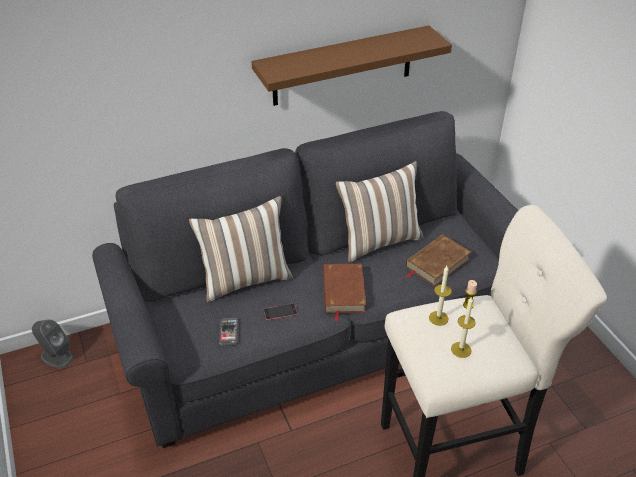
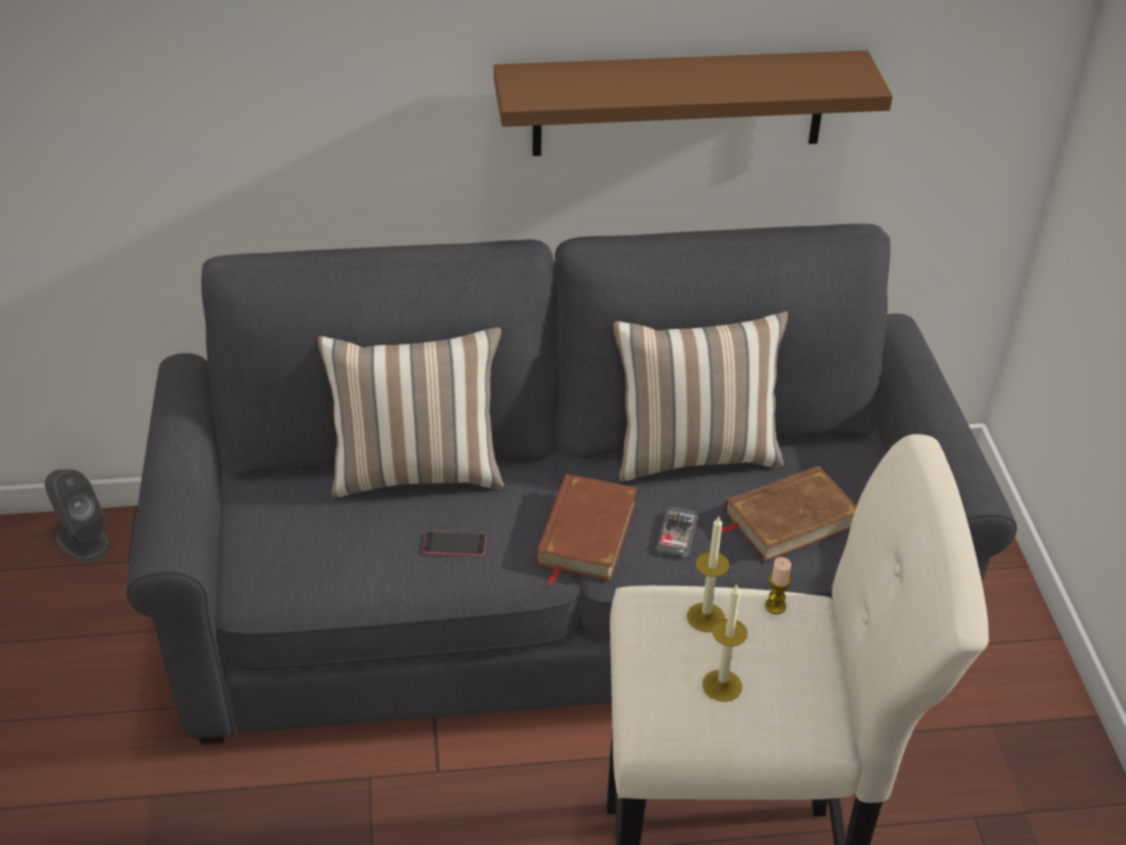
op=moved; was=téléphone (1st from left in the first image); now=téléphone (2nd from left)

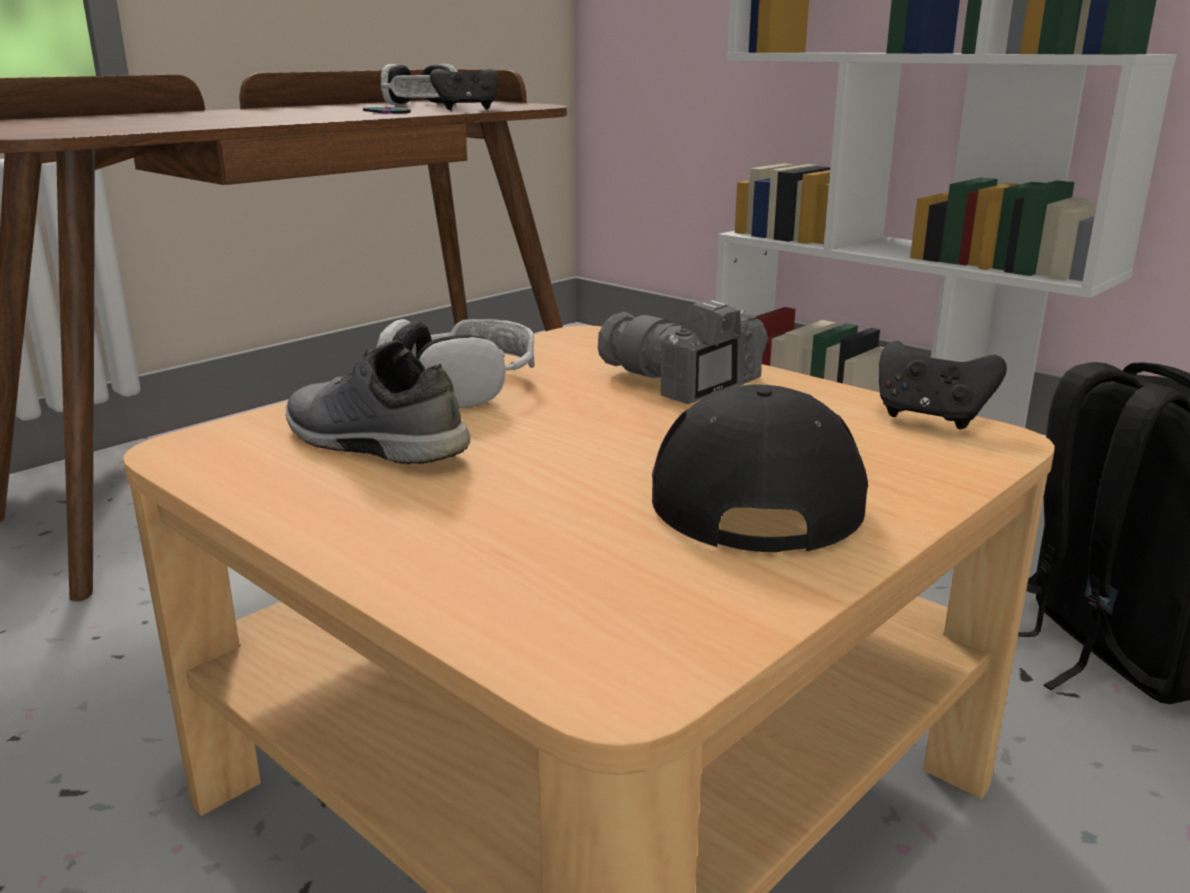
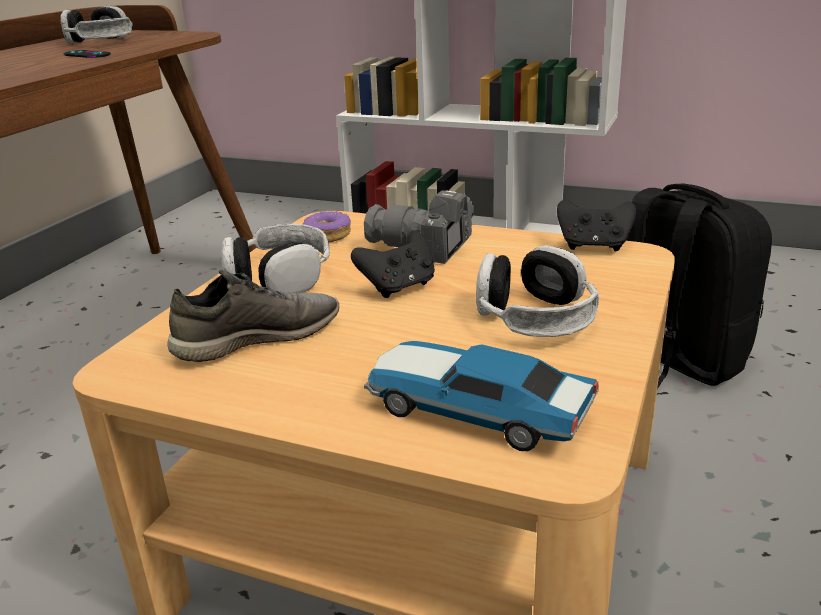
op=added; now=beignet
op=added; now=petite voiture
op=moved; was=manette/noir (2nd from left)
op=replaced; was=casquette/noir; now=casque audio (3rd from left)
op=turned; was=chaussure/gris; clockwise=135

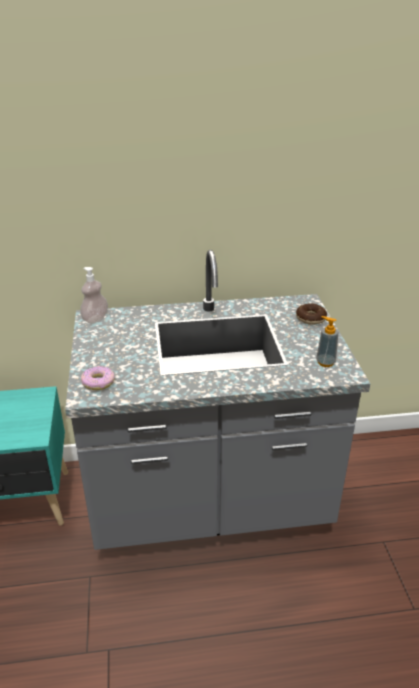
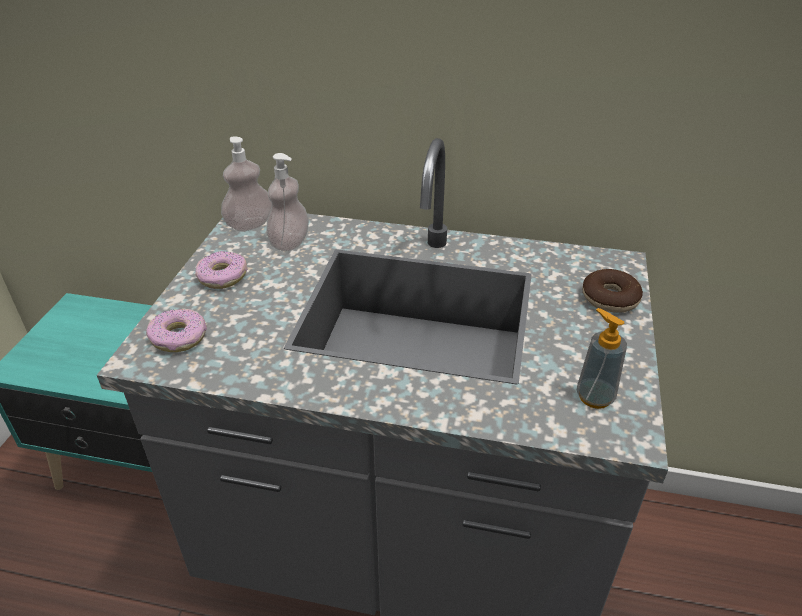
op=added; now=beignet (2nd from left)
op=added; now=distributeur de savon (2nd from left)

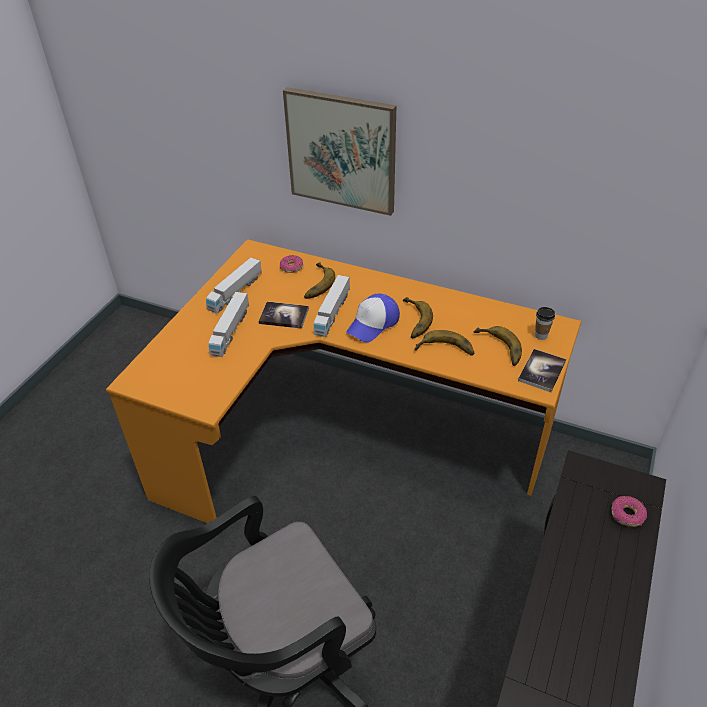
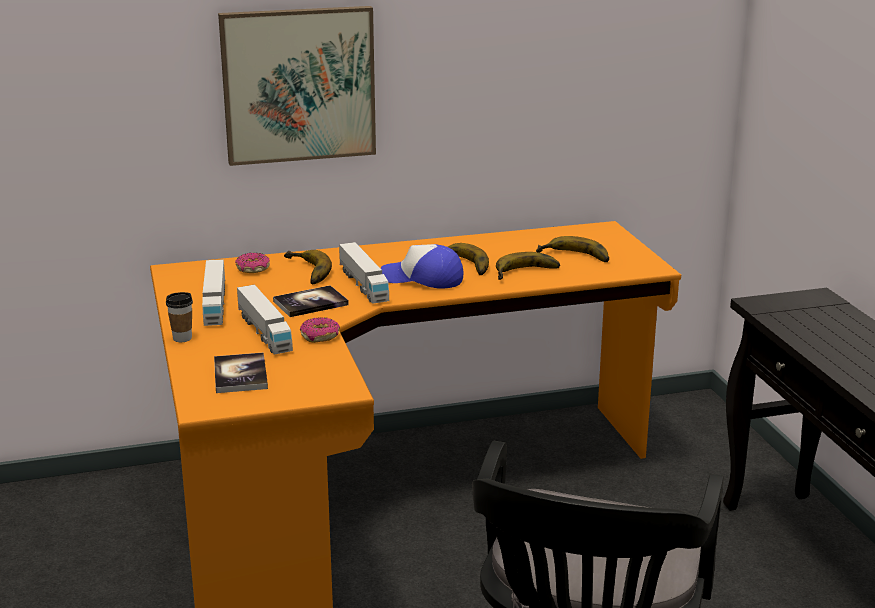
op=moved; was=livre (2nd from left in the first image); now=livre (1st from left)
op=moved; was=tasse
op=moved; was=beignet (2nd from left)
op=turned; was=casquette; clockwise=105

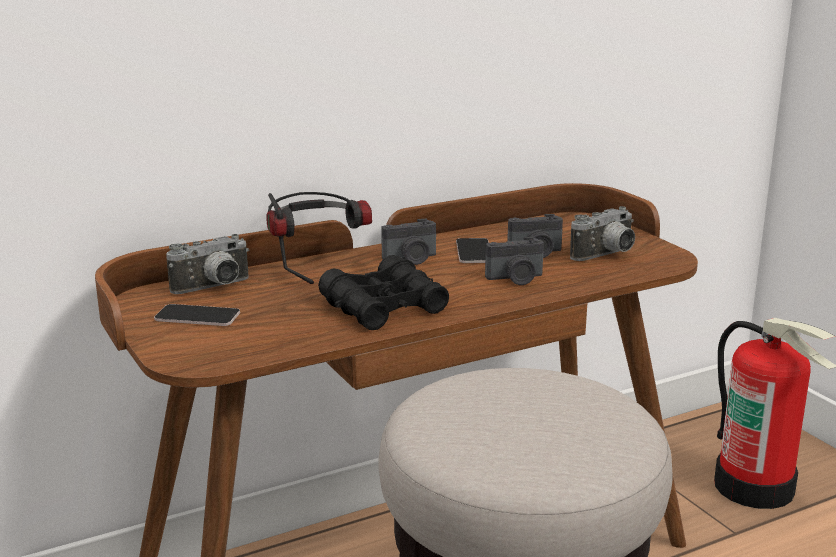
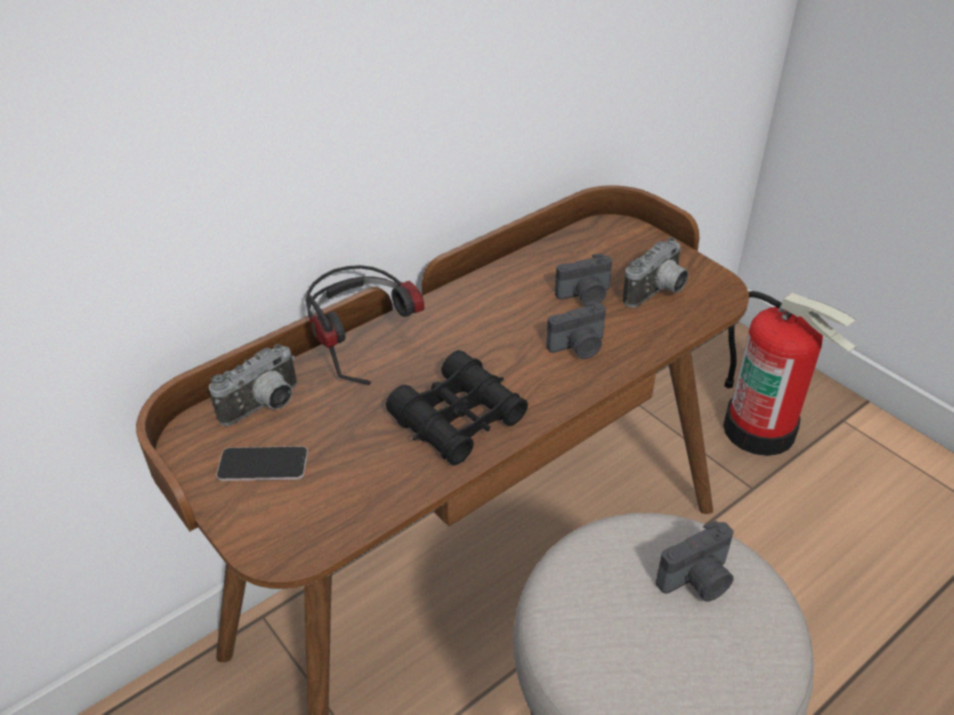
op=removed; was=téléphone (2nd from left)
op=moved; was=appareil photo (2nd from left in the first image); now=appareil photo (5th from left)

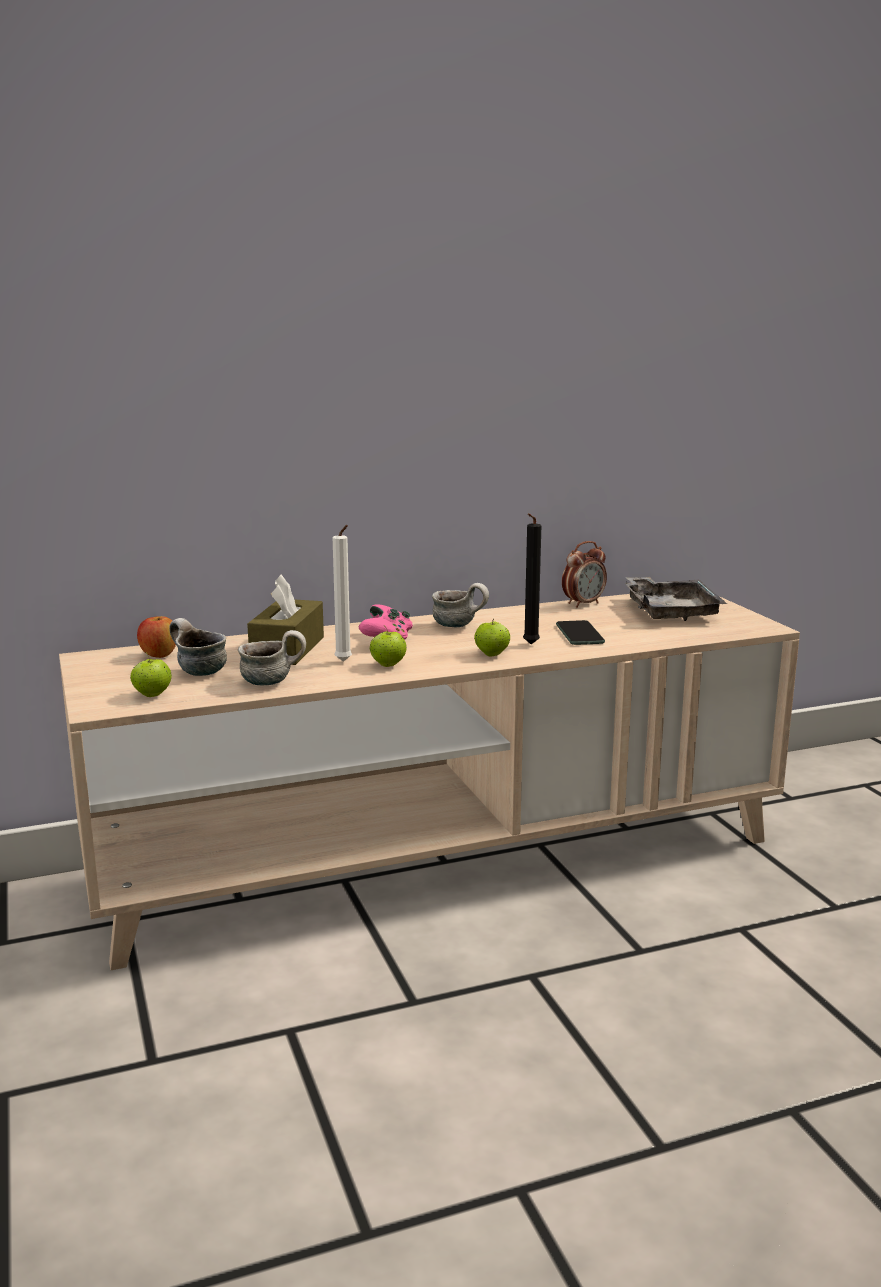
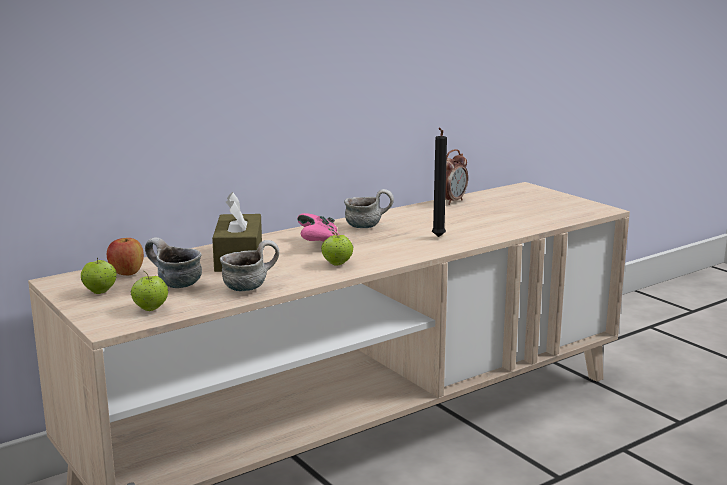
op=removed; was=bougie/blanc
op=removed; was=téléphone
op=removed; was=plateau/gris
op=moved; was=pomme (4th from left in the first image); now=pomme (1st from left)

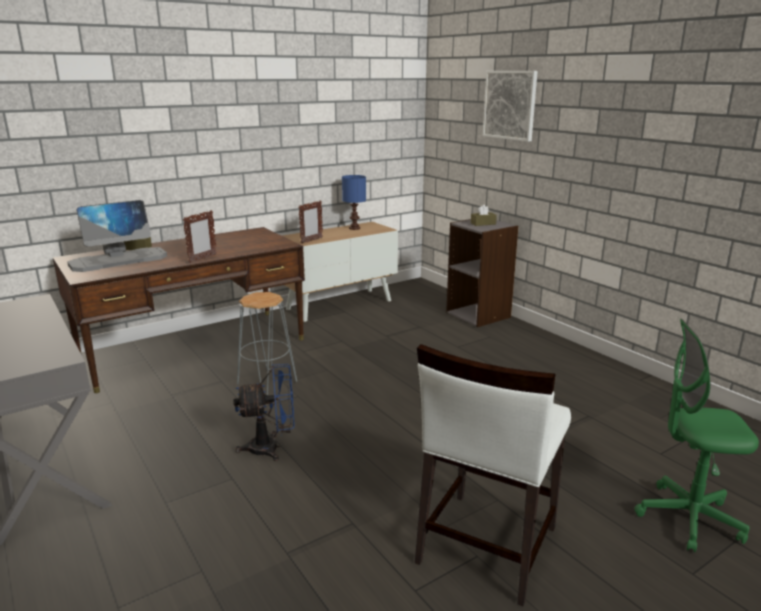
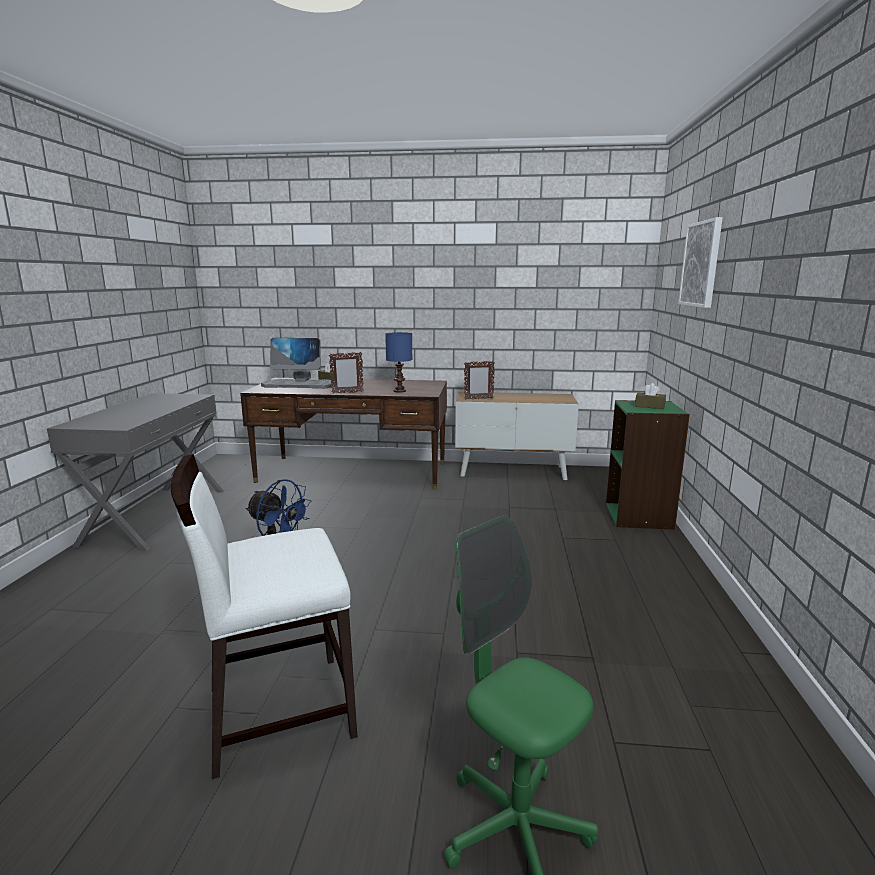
op=removed; was=tabouret/gris
op=moved; was=lampe de table/bleu
op=recoloured; was=bibliothèque/gris; now=bibliothèque/vert

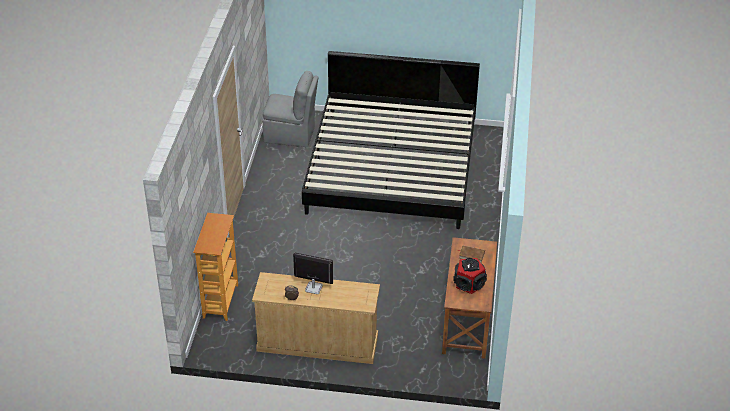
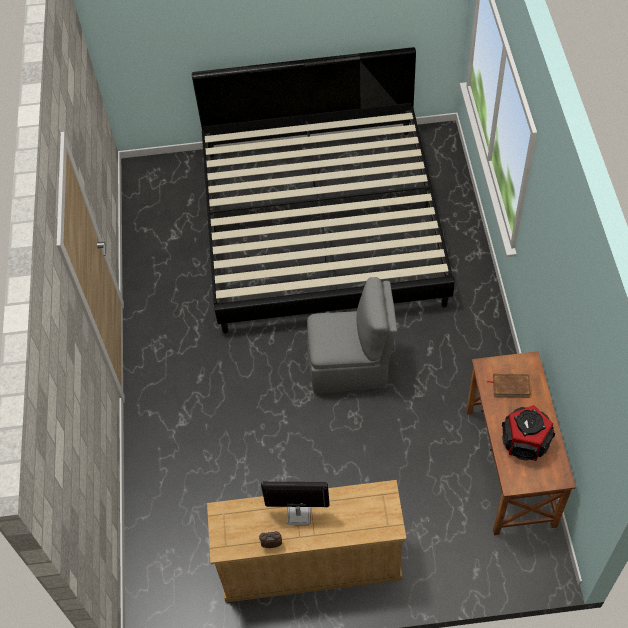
op=removed; was=bibliothèque
op=moved; was=chaise/gris

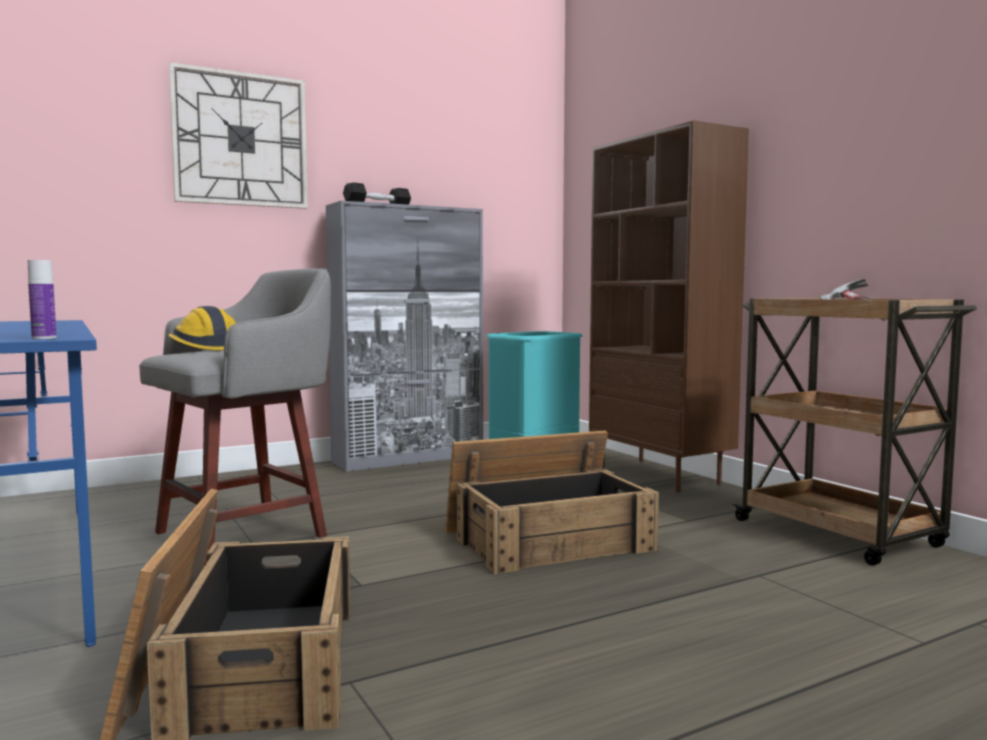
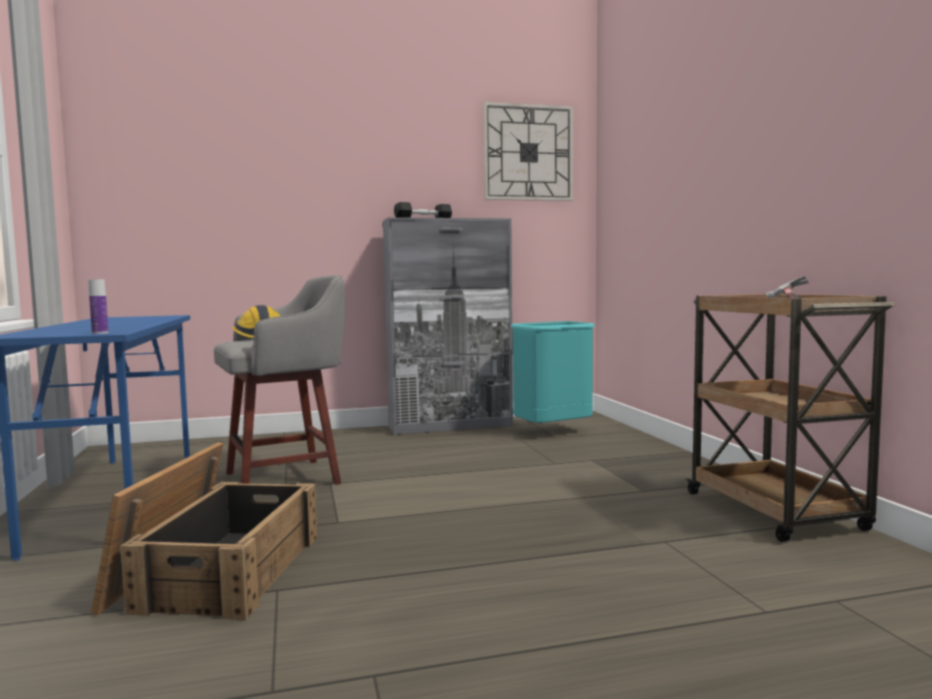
op=removed; was=caisse (2nd from left)
op=removed; was=bibliothèque/marron
op=moved; was=horloge murale

